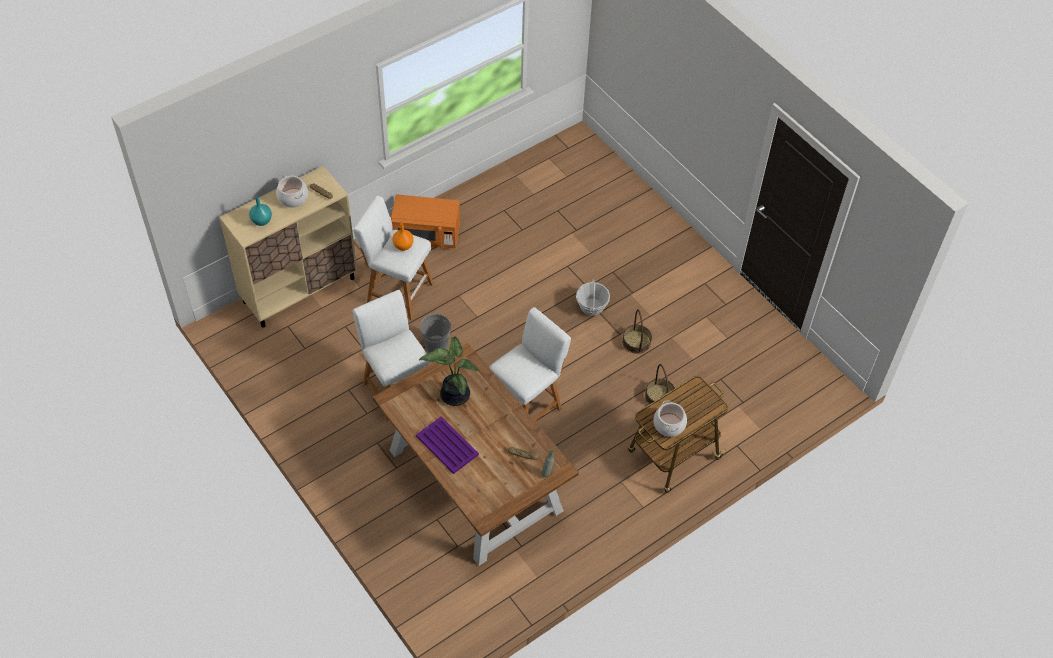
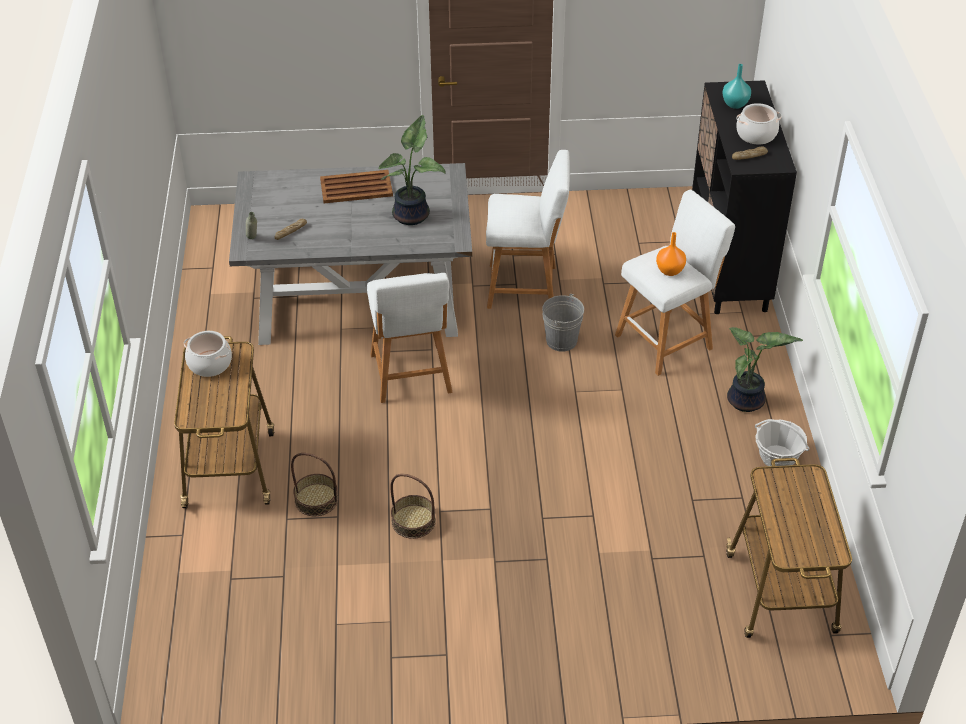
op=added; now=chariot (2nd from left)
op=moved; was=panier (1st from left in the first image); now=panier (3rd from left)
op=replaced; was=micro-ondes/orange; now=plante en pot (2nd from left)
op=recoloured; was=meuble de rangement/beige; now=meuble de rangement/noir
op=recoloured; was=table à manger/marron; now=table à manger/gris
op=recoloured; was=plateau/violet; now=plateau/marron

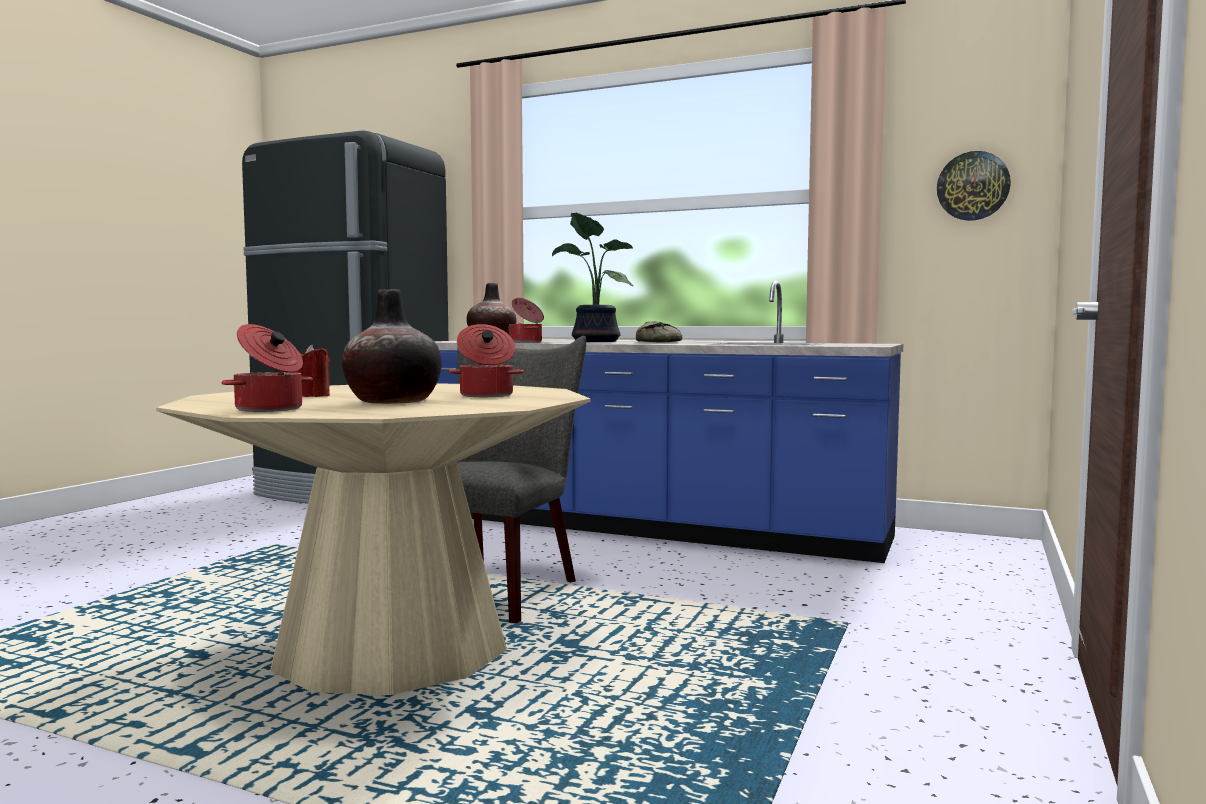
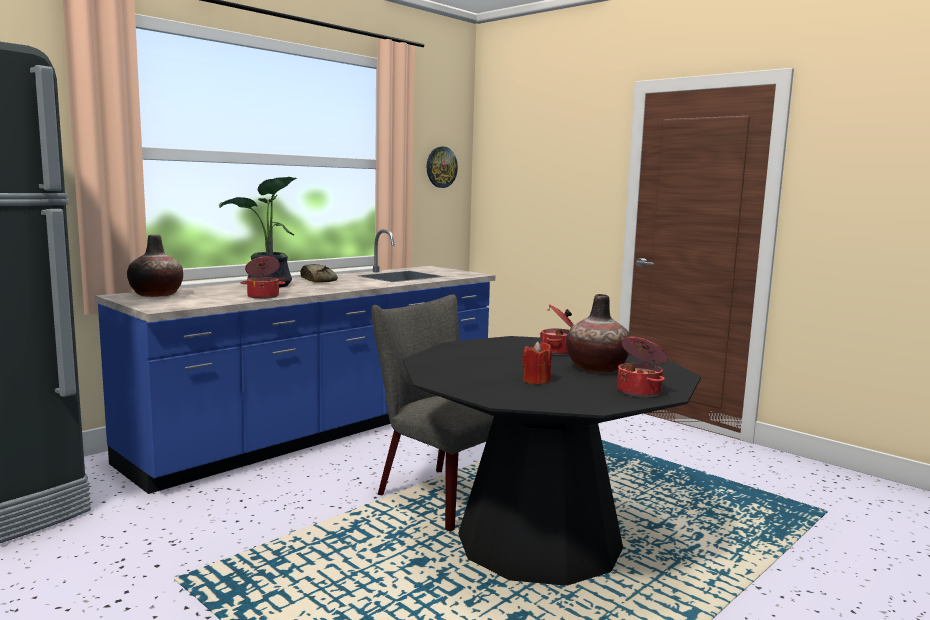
op=recoloured; was=table à manger/beige; now=table à manger/noir

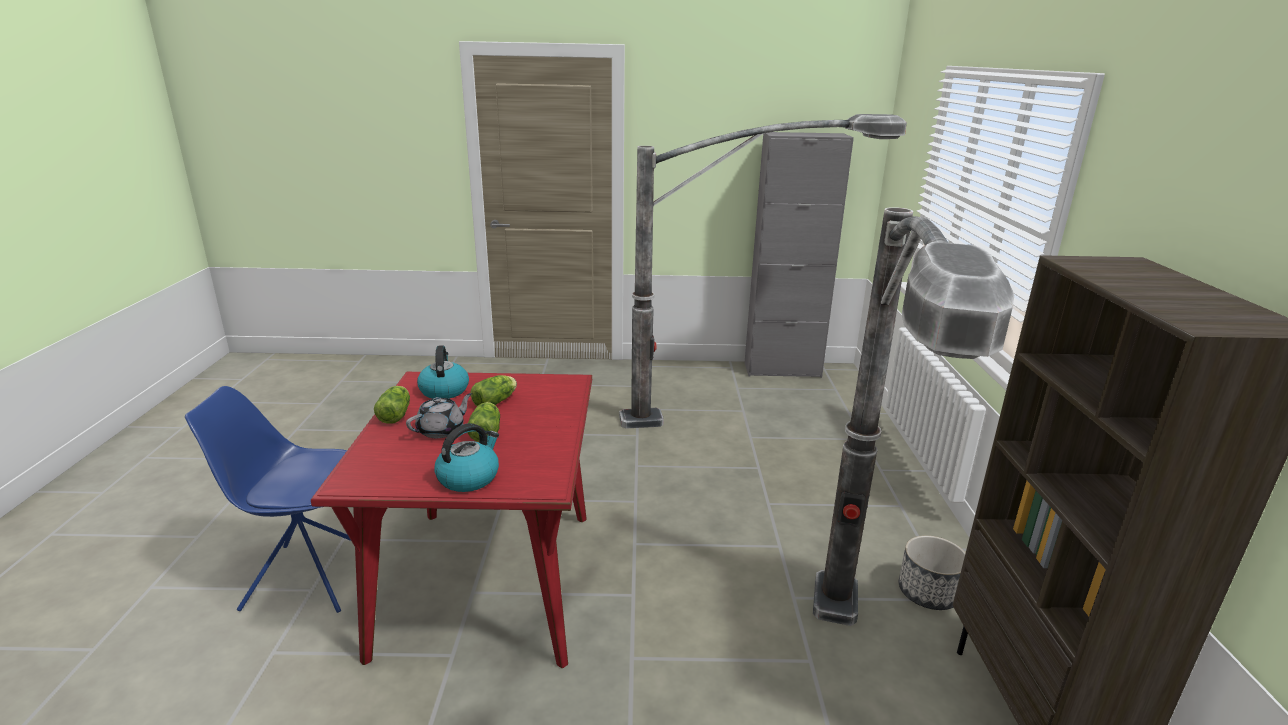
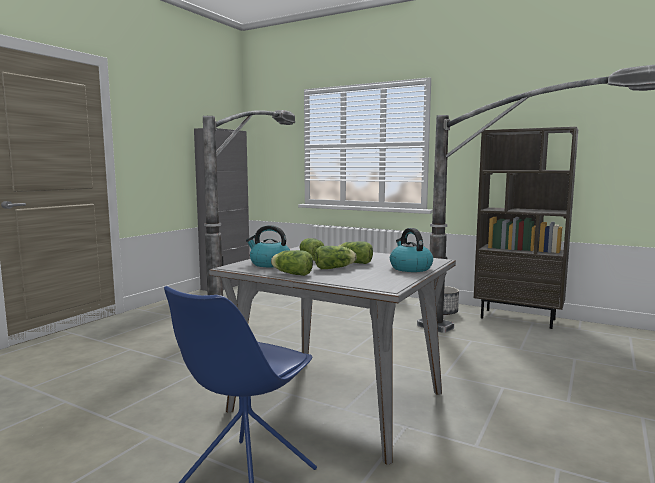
op=replaced; was=théière/gris; now=laitue (3rd from left)
op=recoloured; was=table à manger/rouge; now=table à manger/gris

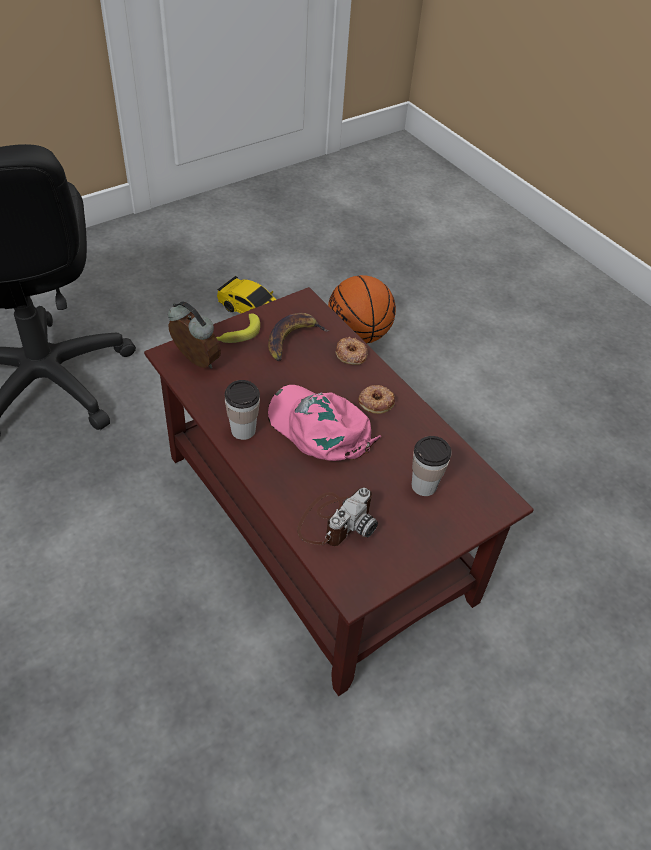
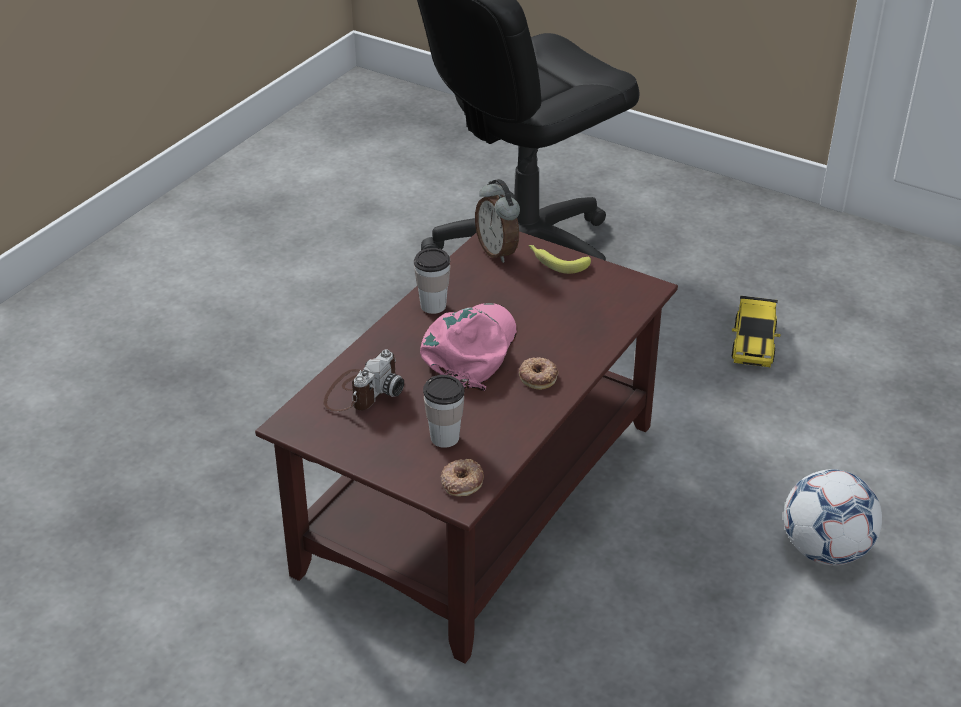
op=removed; was=banane (2nd from left)
op=removed; was=ballon de basket
op=added; now=ballon de foot
op=moved; was=beignet (1st from left)
op=turned; was=réveil; clockwise=135
op=turned; was=appareil photo; clockwise=-75

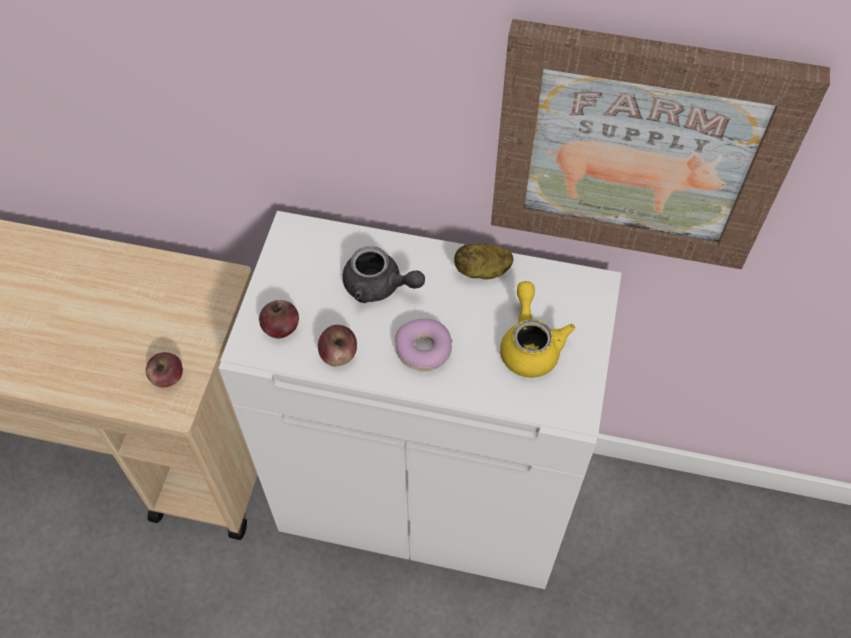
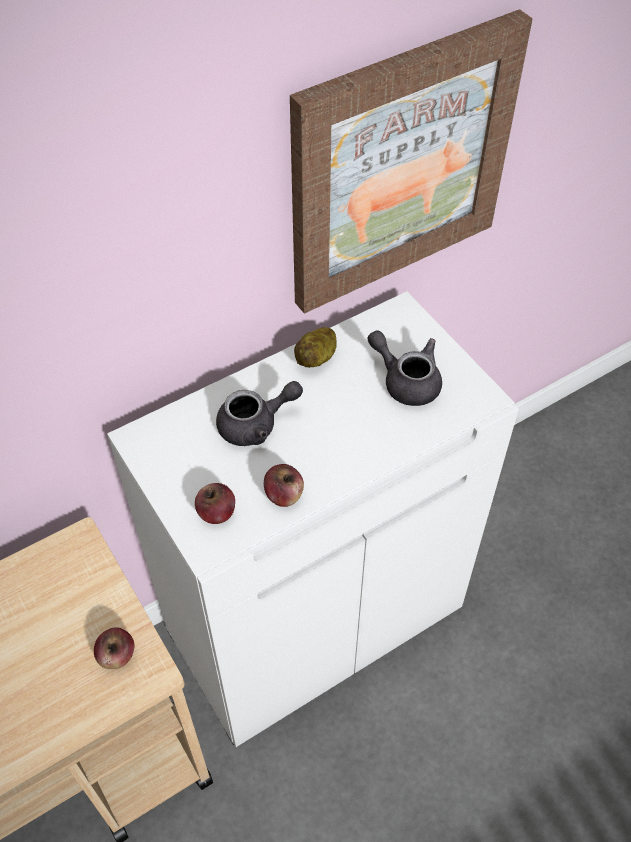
op=removed; was=beignet
op=recoloured; was=théière/jaune; now=théière/gris (2nd from left)

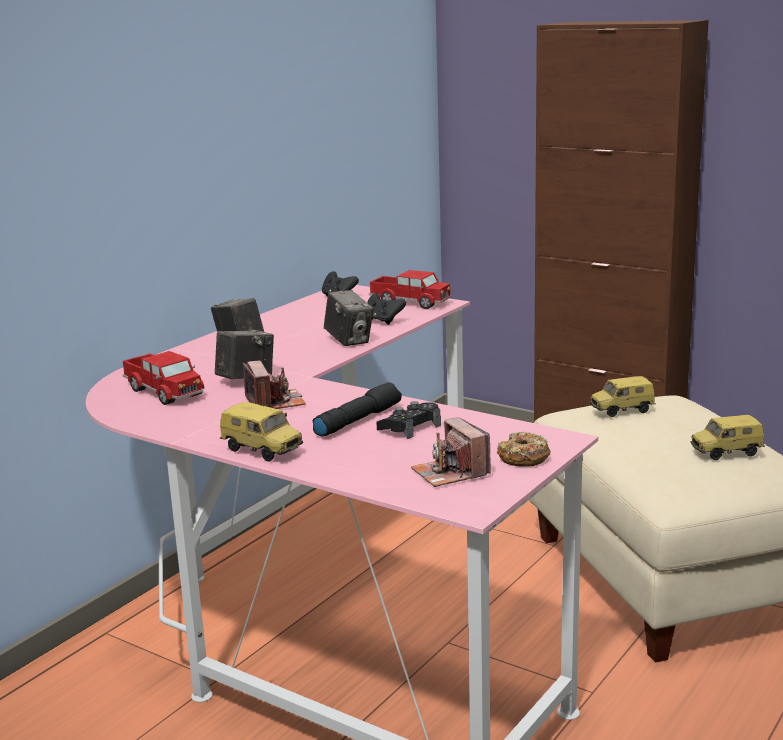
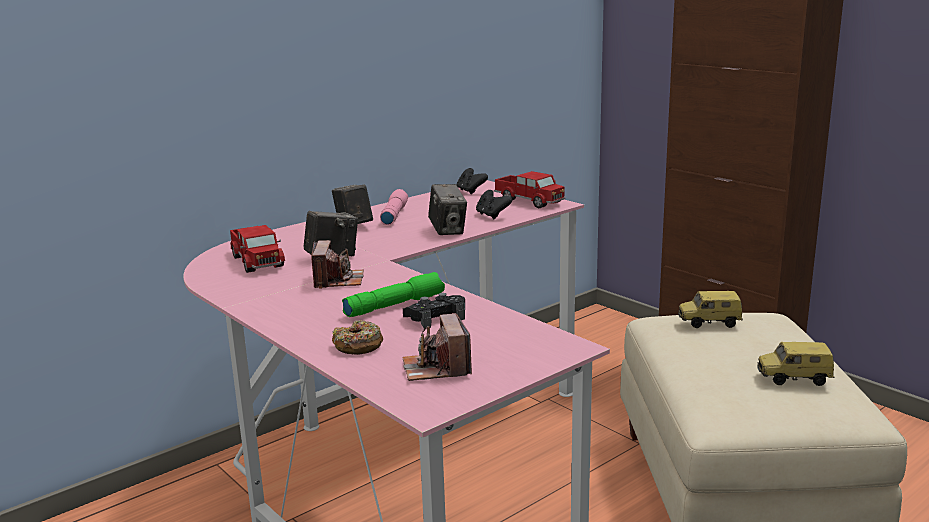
op=removed; was=petite voiture (1st from left)
op=added; now=lampe de poche/rose
op=moved; was=beignet
op=recoloured; was=lampe de poche/noir; now=lampe de poche/vert

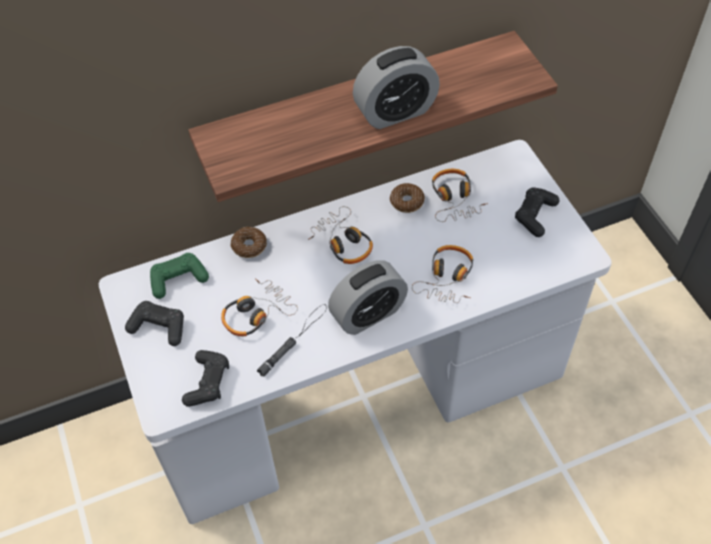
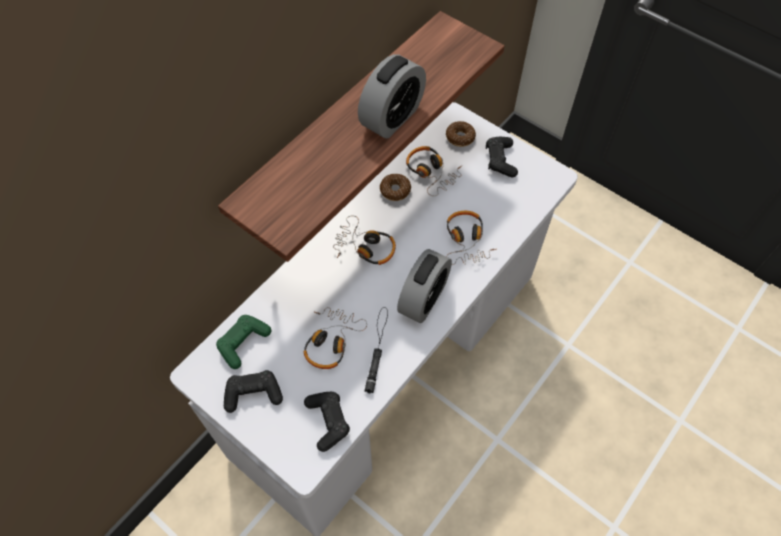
op=moved; was=beignet (1st from left in the first image); now=beignet (2nd from left)

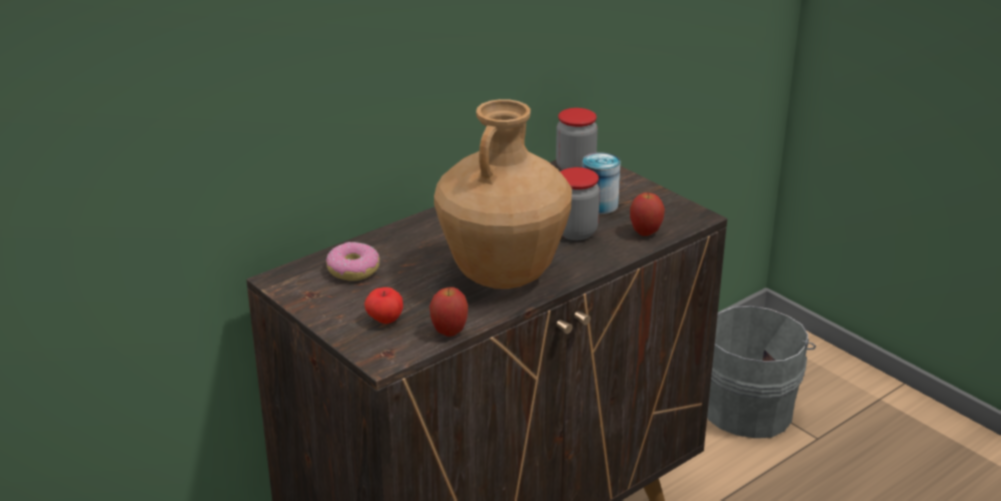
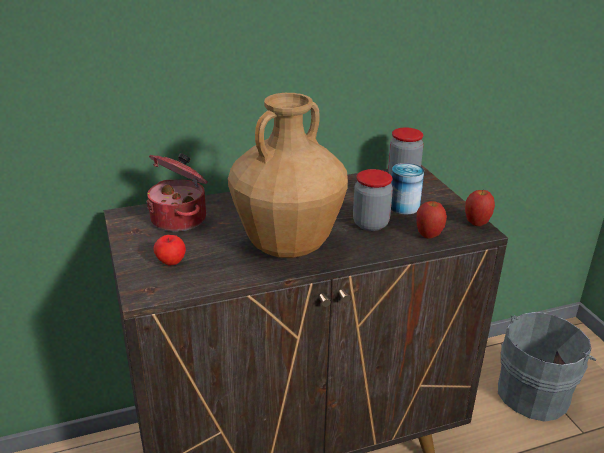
op=moved; was=pomme (2nd from left in the first image); now=pomme (3rd from left)
op=replaced; was=beignet; now=marmite

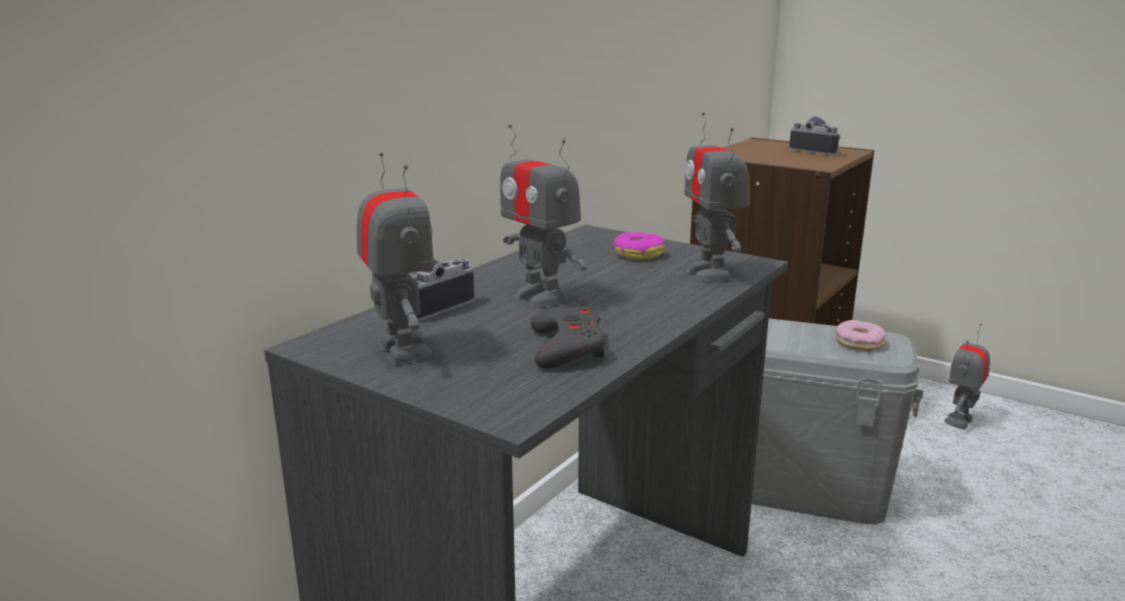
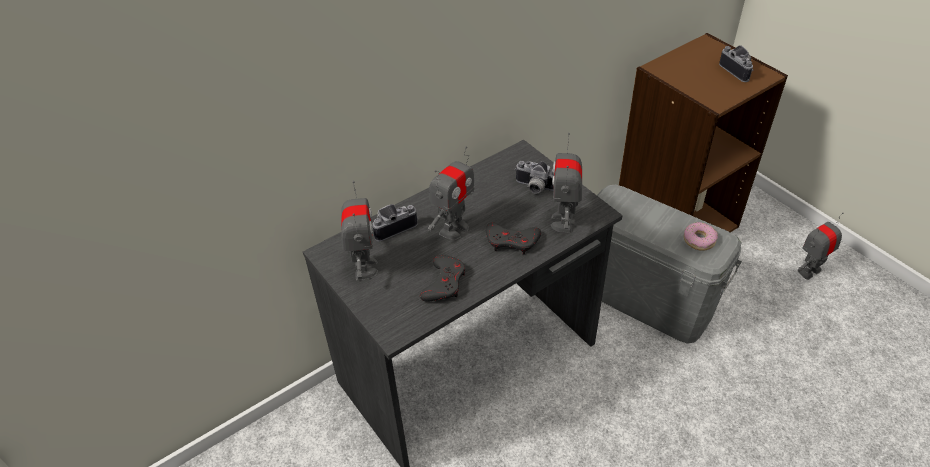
op=added; now=manette/gris (2nd from left)
op=replaced; was=beignet (1st from left); now=appareil photo (2nd from left)
op=turned; was=robot jouet (2nd from left); clockwise=-120

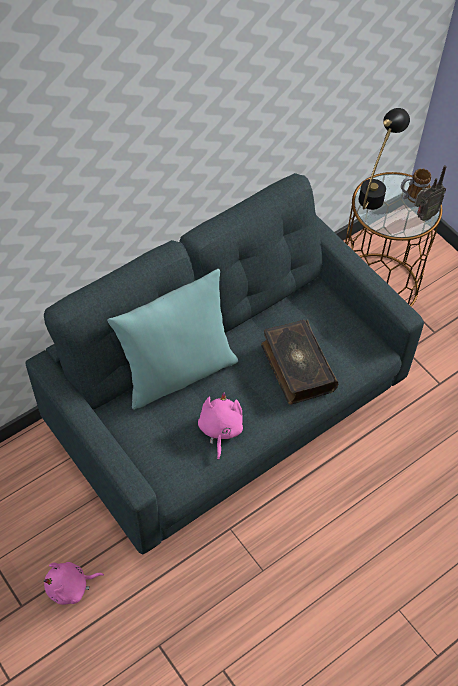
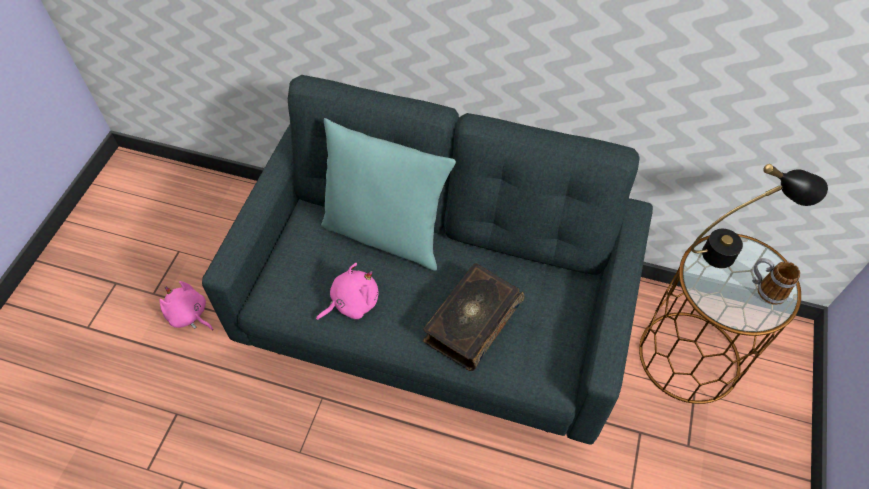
op=removed; was=radio

